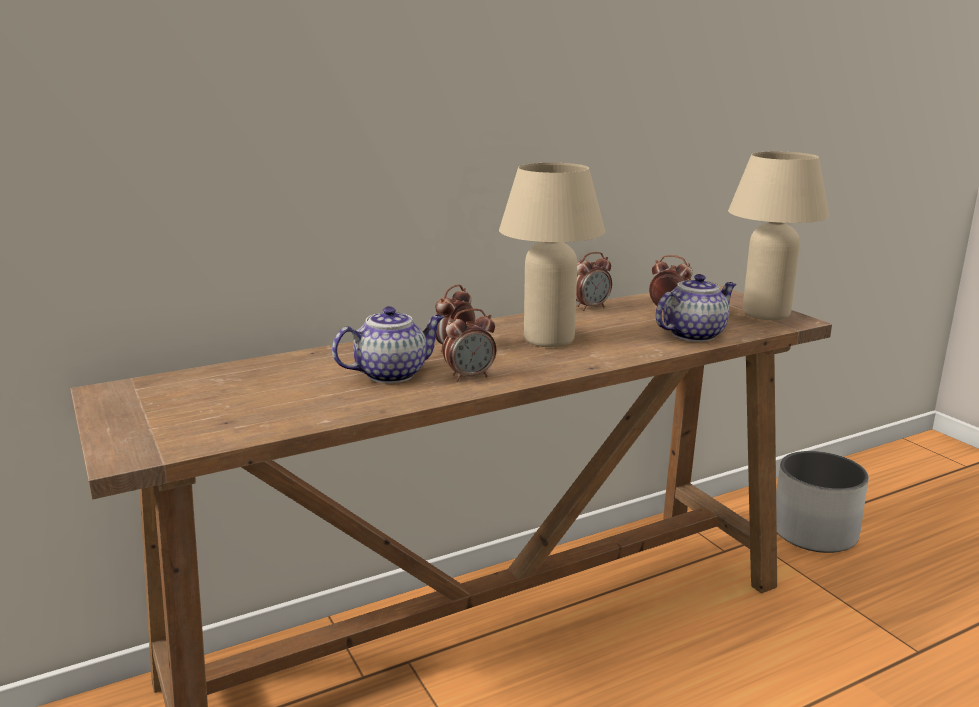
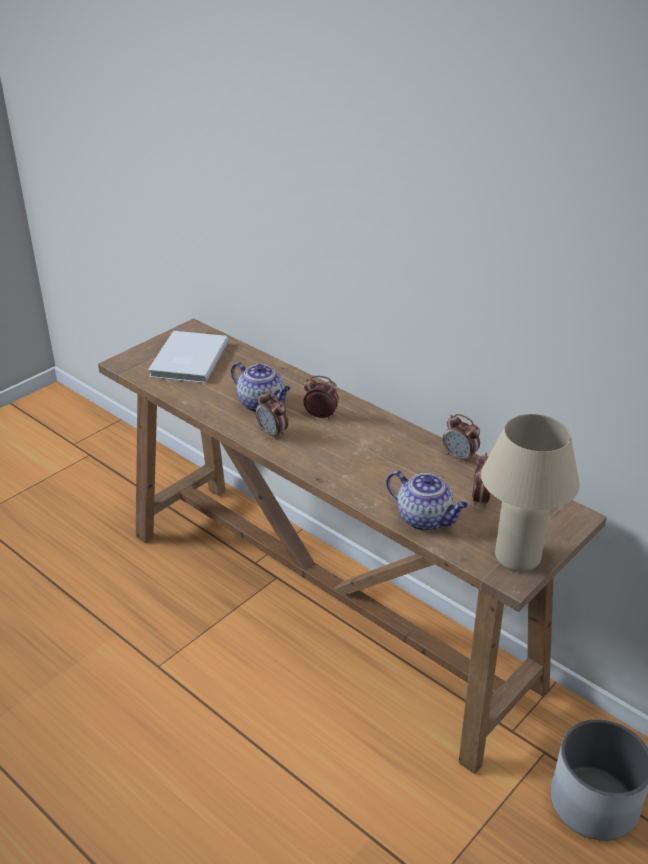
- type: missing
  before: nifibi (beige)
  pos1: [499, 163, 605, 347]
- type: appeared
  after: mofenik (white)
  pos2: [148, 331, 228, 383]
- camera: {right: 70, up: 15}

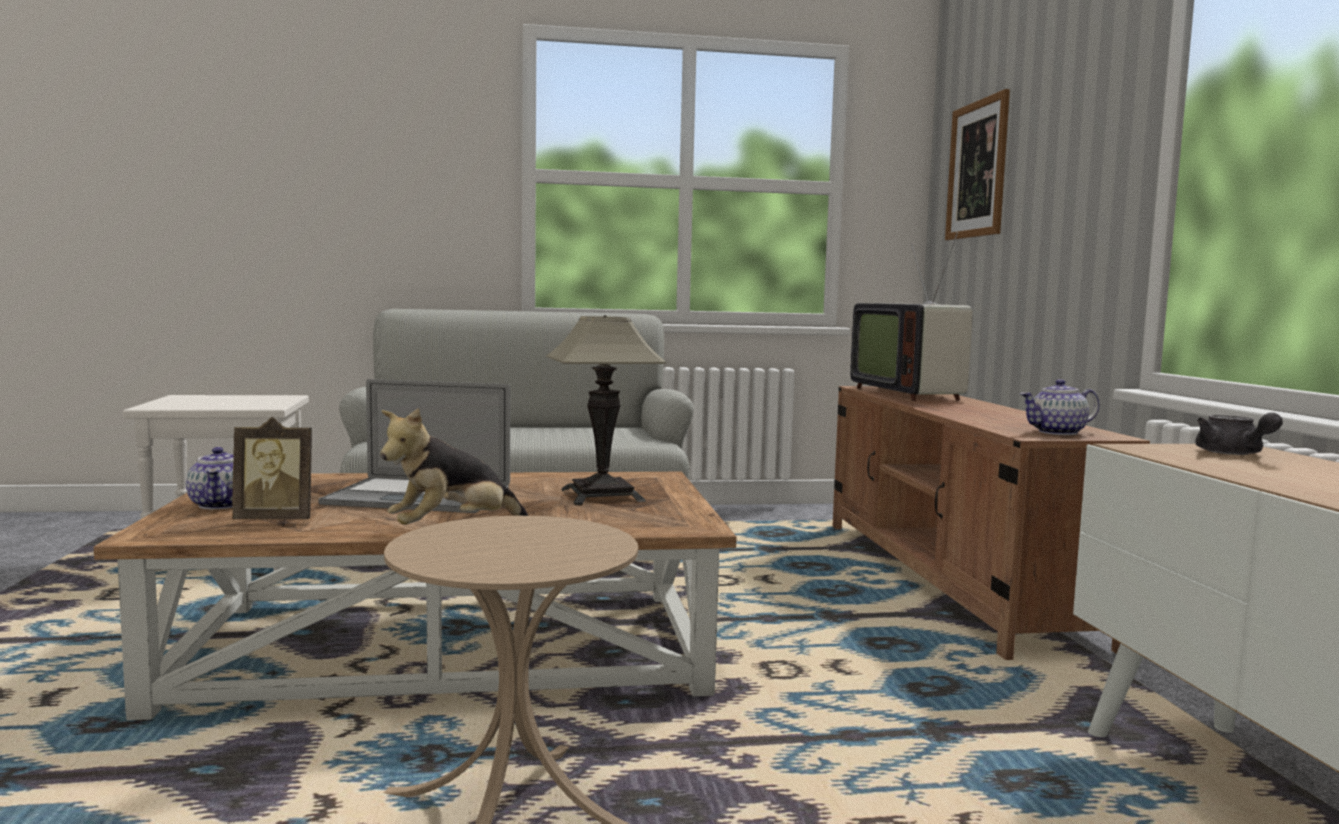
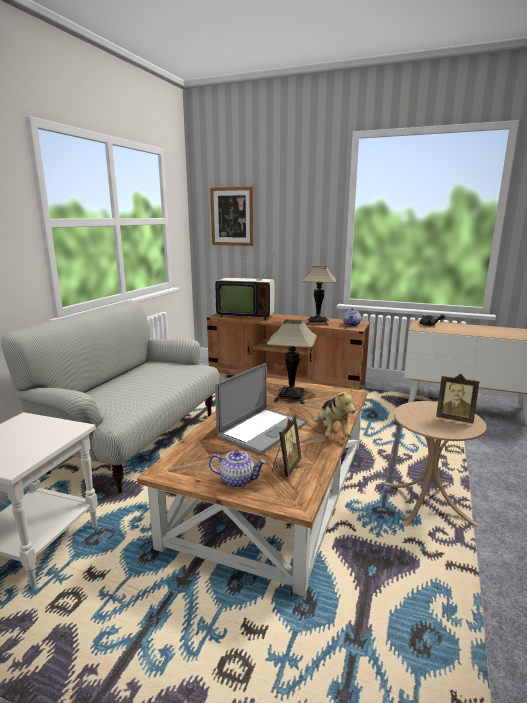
- type: appeared
  after: nifibi
  pos2: [303, 266, 336, 325]
- type: appeared
  after: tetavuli
  pos2: [436, 374, 480, 423]
- camera: {right: -60, up: 10}

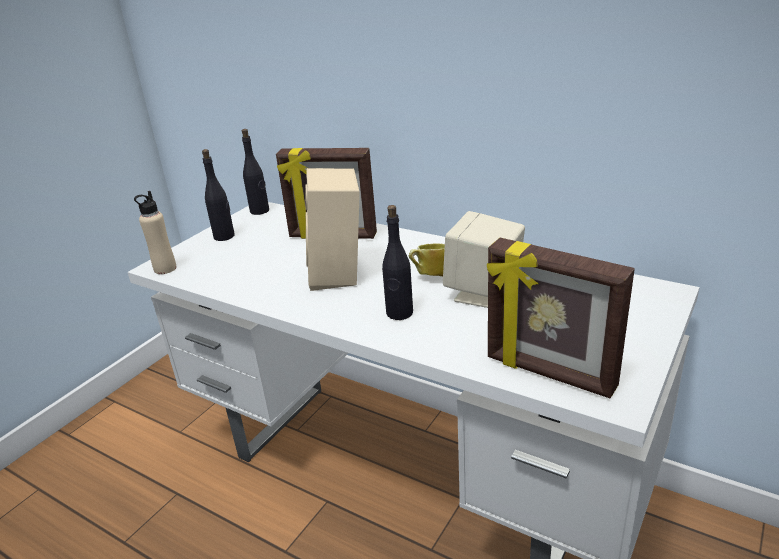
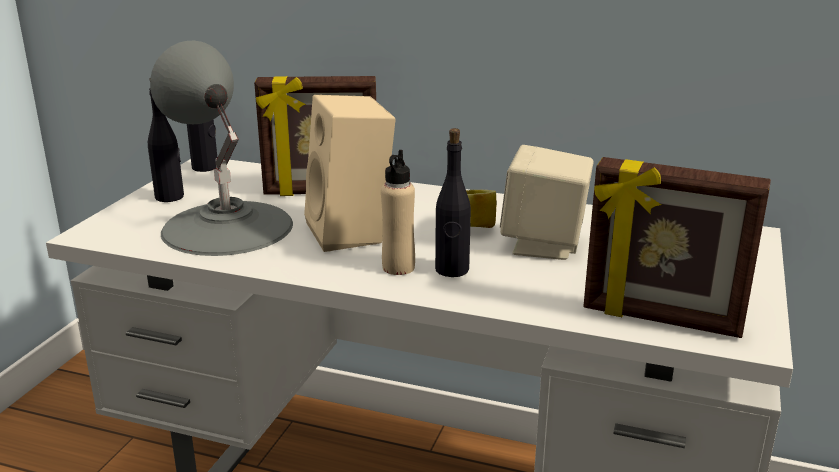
- type: relocated
  before: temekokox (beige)
  pos1: [134, 191, 176, 274]
  pos2: [381, 150, 415, 275]
- type: appeared
  after: nifibi (grey)
  pos2: [150, 41, 293, 256]
- camera: {right: -15, up: -5}

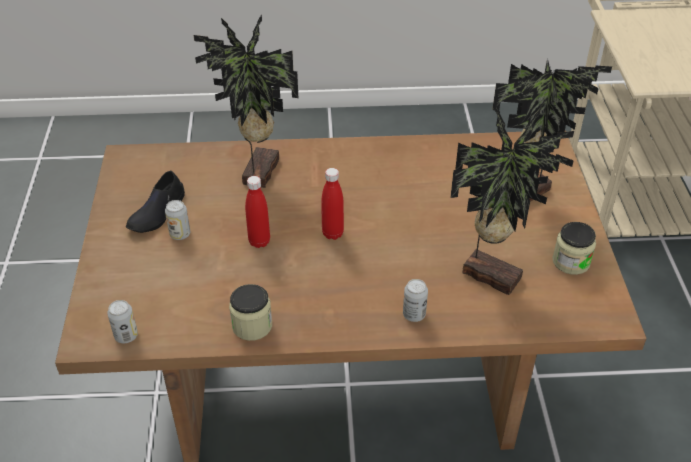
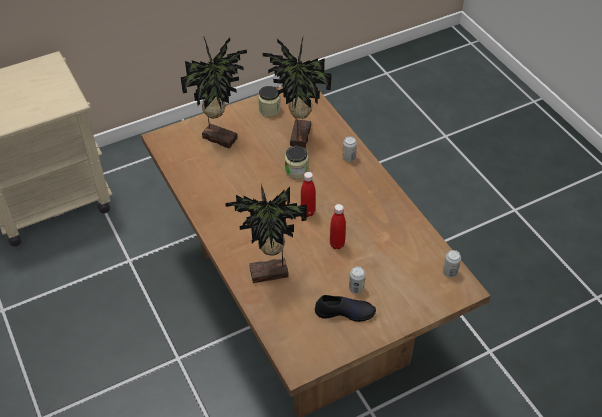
- type: relocated
  before: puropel
  pos1: [229, 284, 272, 341]
  pos2: [285, 146, 309, 179]
- camera: {right: -115, up: 5}

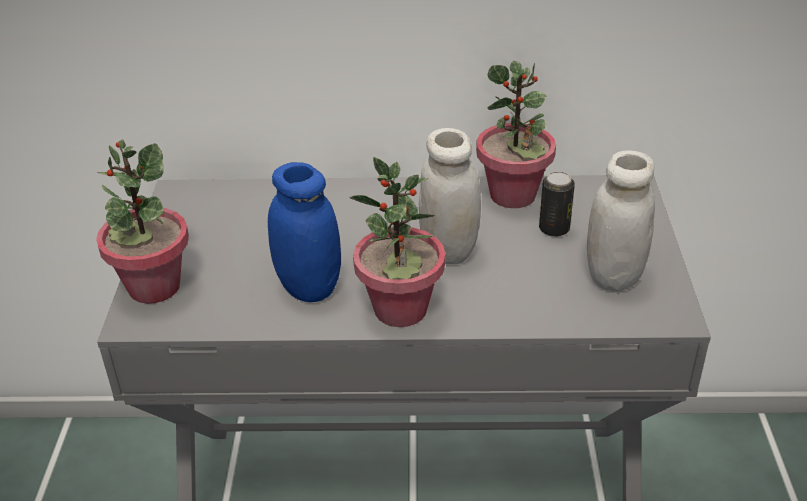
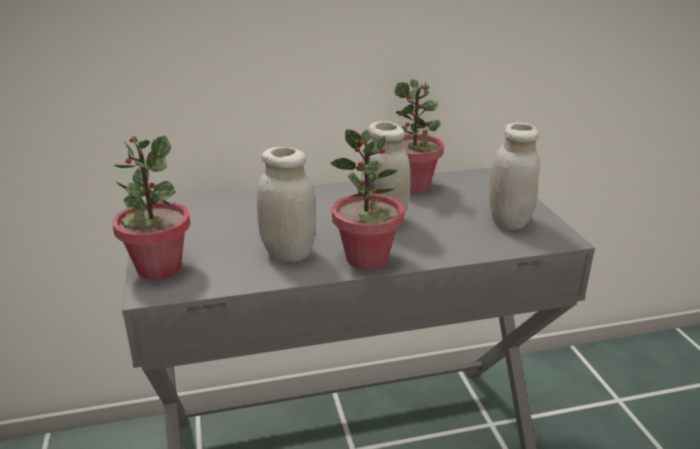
- type: colour
  before: puropel (blue)
  after: puropel (white)
  pos1: [268, 162, 341, 302]
  pos2: [257, 147, 316, 262]
- type: missing
  before: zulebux
  pos1: [539, 172, 575, 237]
- camera: {right: -15, up: -10}

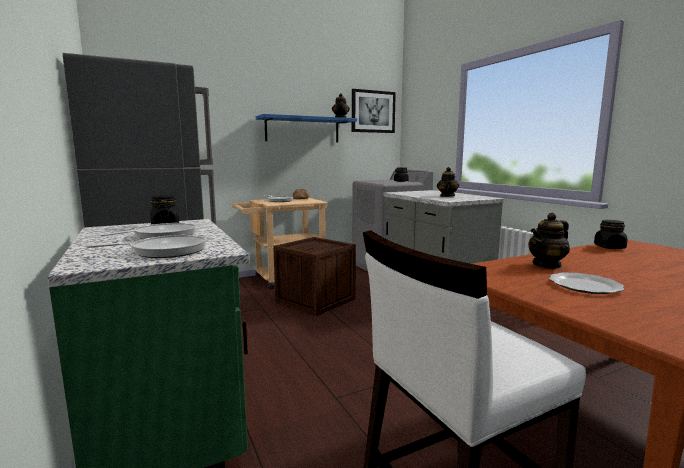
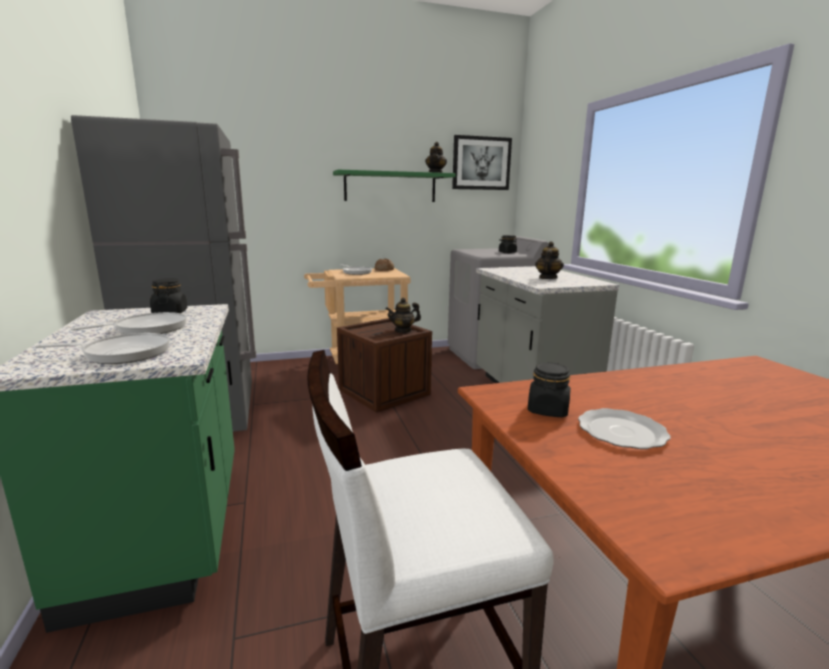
- type: colour
  before: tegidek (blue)
  after: tegidek (green)
  pos1: [256, 114, 357, 142]
  pos2: [333, 170, 456, 202]
- type: relocated
  before: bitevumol
  pos1: [528, 212, 570, 269]
  pos2: [386, 298, 421, 333]
- type: relocated
  before: puropel (black)
  pos1: [594, 220, 628, 249]
  pos2: [528, 362, 571, 417]
- camera: {right: 10, up: 5}

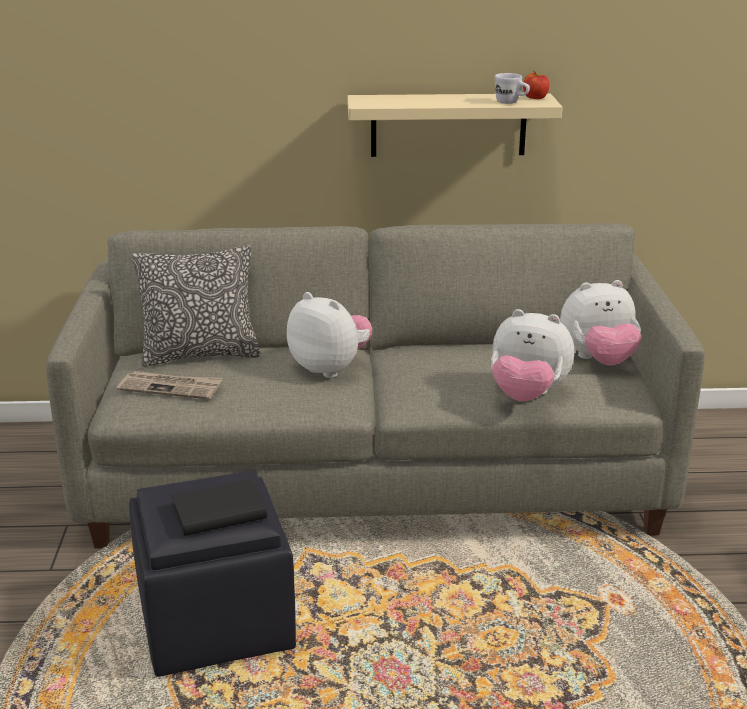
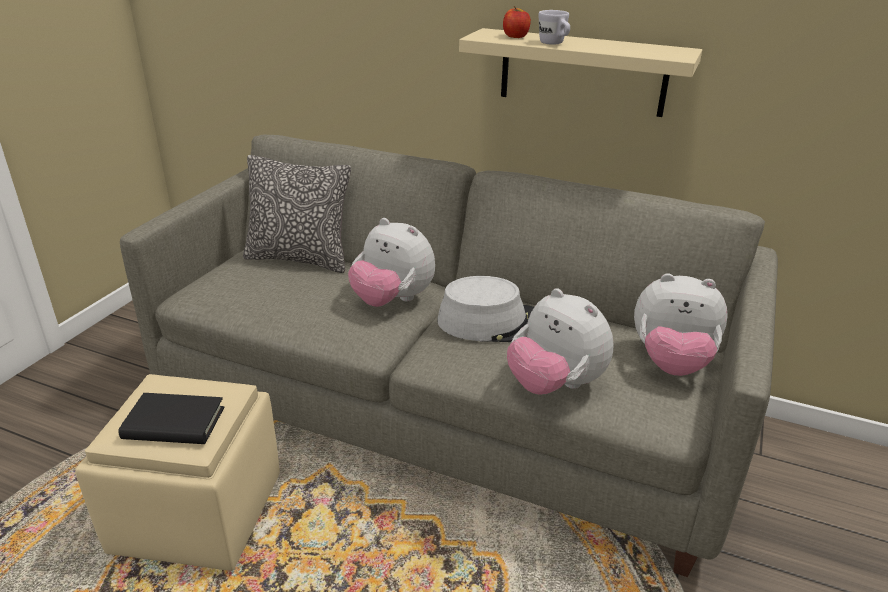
- type: missing
  before: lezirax
  pos1: [117, 371, 223, 399]
- type: colour
  before: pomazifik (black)
  after: pomazifik (beige)
  pos1: [129, 471, 296, 677]
  pos2: [75, 374, 280, 571]
- type: spun
  before: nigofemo
  pos1: [287, 292, 372, 378]
  pos2: [348, 218, 435, 307]
  turn: 150
- type: relocated
  before: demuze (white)
  pos1: [495, 73, 530, 104]
  pos2: [539, 10, 570, 45]
- type: relocated
  before: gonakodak
  pos1: [523, 71, 549, 99]
  pos2: [503, 6, 531, 38]
- type: appeared
  after: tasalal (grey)
  pos2: [437, 276, 534, 342]
- camera: {right: 25, up: 5}

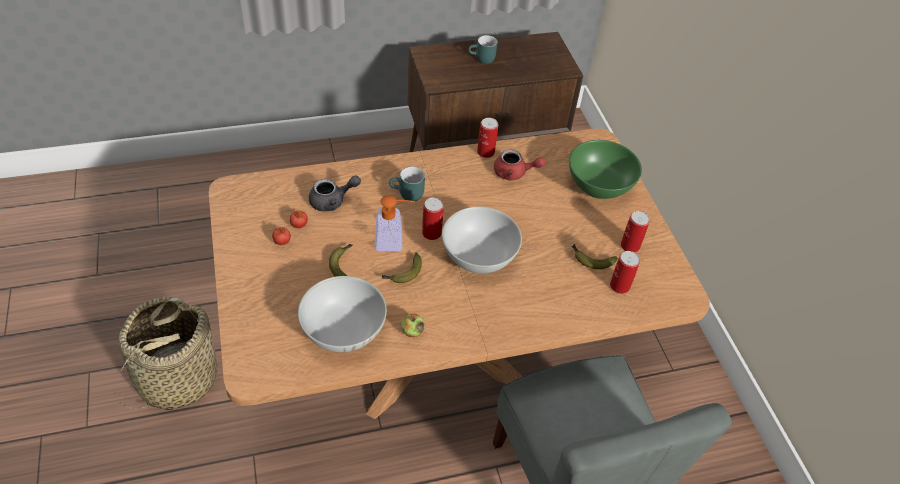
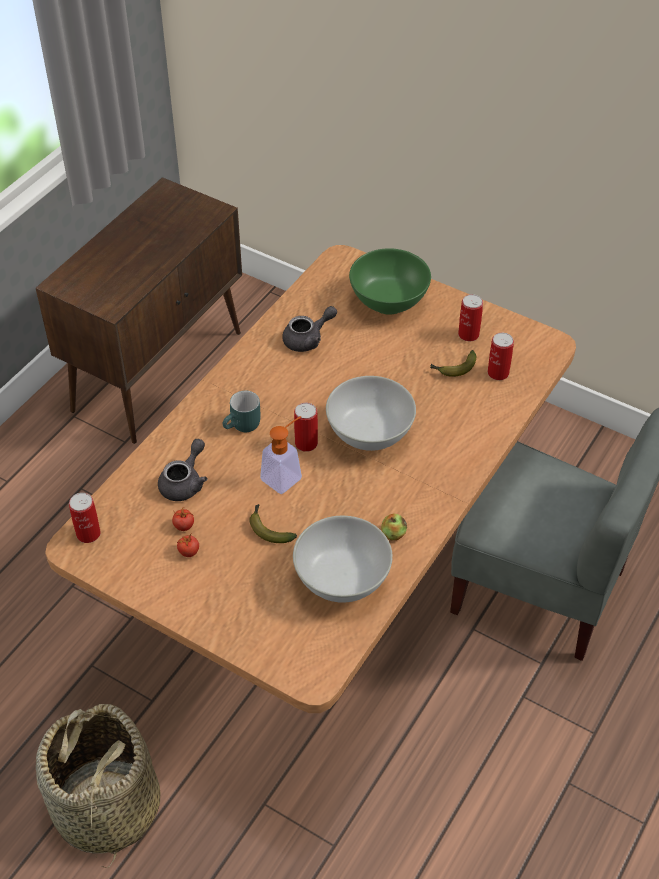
- type: missing
  before: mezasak
  pos1: [382, 253, 422, 283]
- type: missing
  before: demuze (turquoise)
  pos1: [468, 35, 497, 64]
- type: relocated
  before: zulebux
  pos1: [477, 118, 498, 158]
  pos2: [69, 493, 101, 543]
- type: colour
  before: bitevumol (red)
  after: bitevumol (grey)
  pos1: [494, 149, 546, 180]
  pos2: [282, 306, 337, 352]
- camera: {right: -40, up: 0}

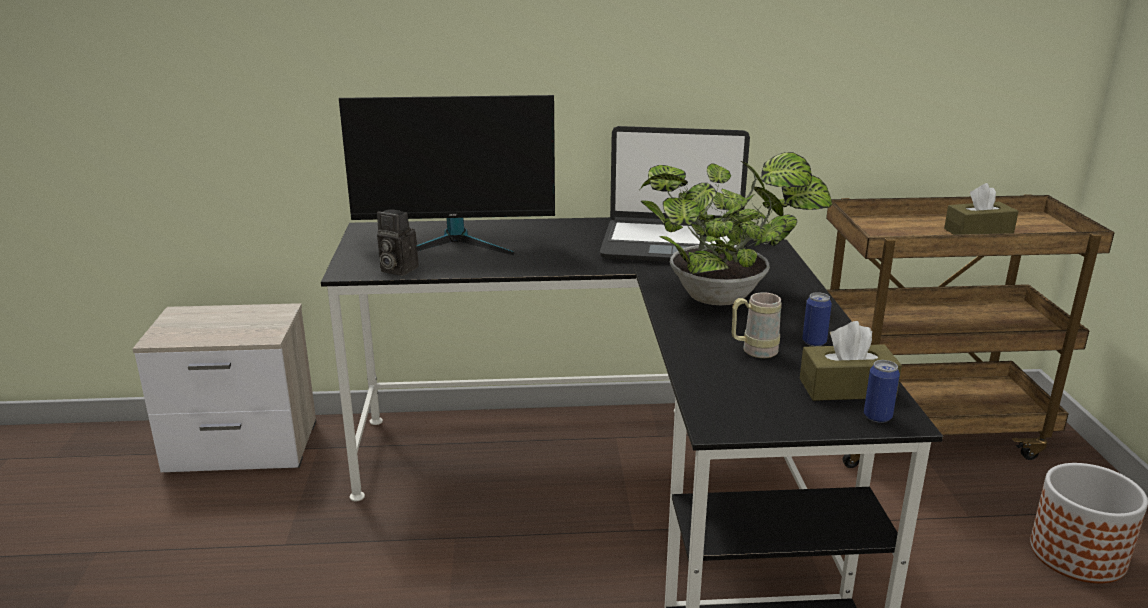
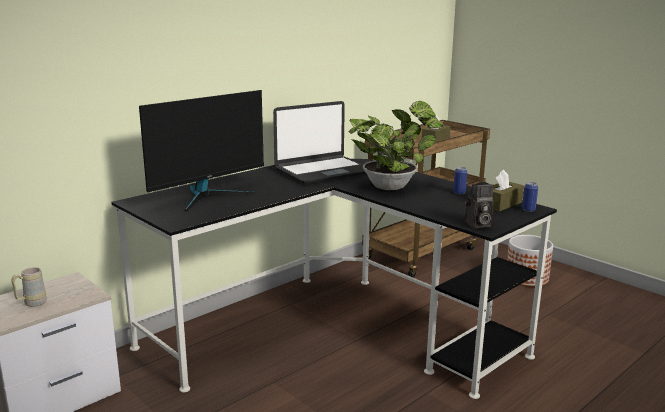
- type: relocated
  before: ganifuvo
  pos1: [377, 209, 419, 276]
  pos2: [464, 182, 494, 228]
- type: relocated
  before: demuze (beige)
  pos1: [731, 292, 782, 358]
  pos2: [11, 267, 47, 307]
- camera: {right: -40, up: -5}

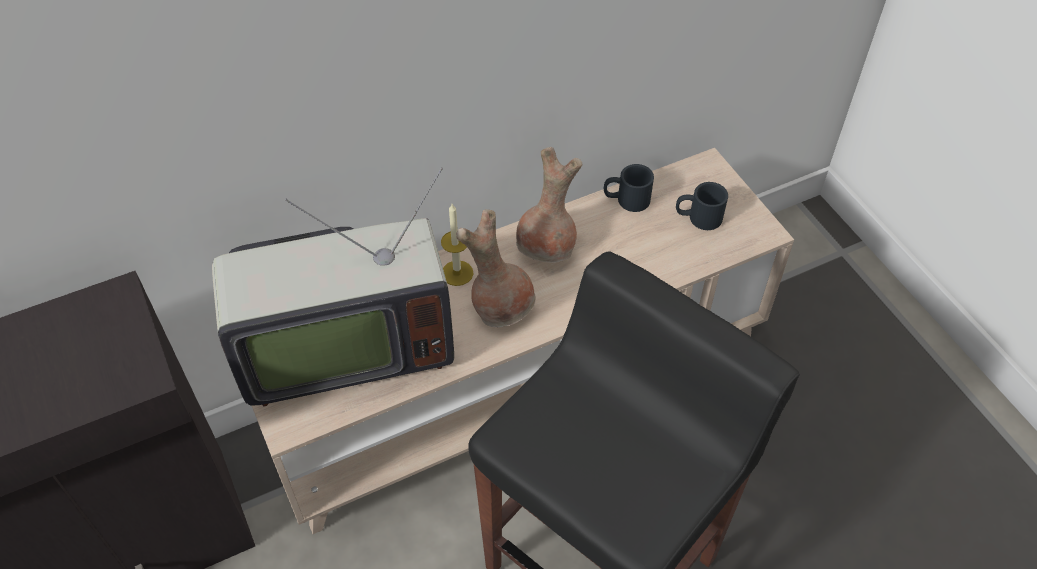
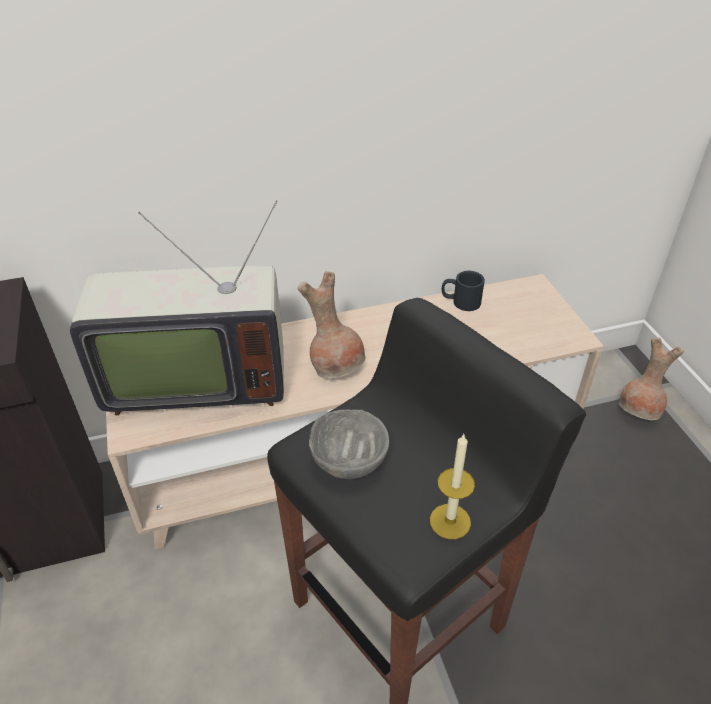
- type: relocated
  before: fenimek
  pos1: [441, 204, 473, 286]
  pos2: [430, 434, 475, 539]
- type: relocated
  before: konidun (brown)
  pos1: [516, 147, 582, 263]
  pos2: [619, 337, 684, 420]
- type: missing
  before: demuze (black)
  pos1: [676, 182, 728, 230]
- type: appeared
  after: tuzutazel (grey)
  pos2: [309, 410, 389, 479]
- camera: {right: 10, up: -10}

